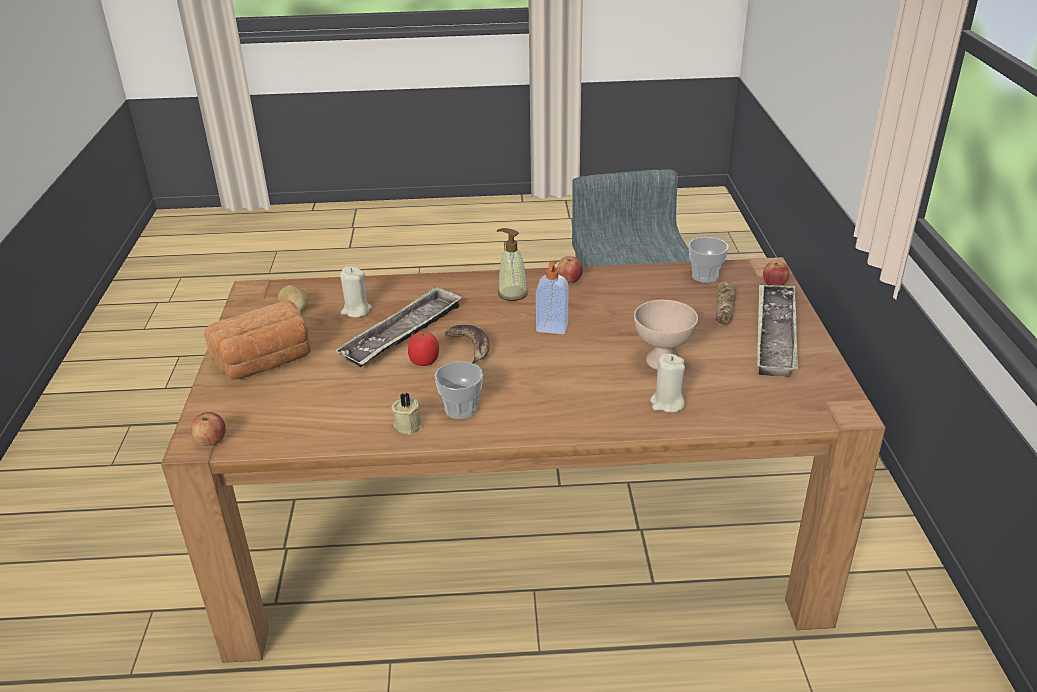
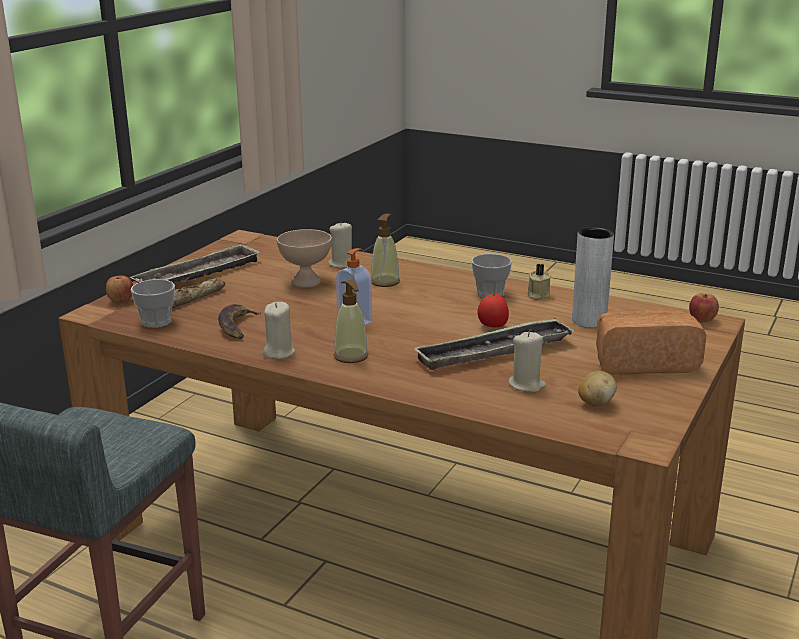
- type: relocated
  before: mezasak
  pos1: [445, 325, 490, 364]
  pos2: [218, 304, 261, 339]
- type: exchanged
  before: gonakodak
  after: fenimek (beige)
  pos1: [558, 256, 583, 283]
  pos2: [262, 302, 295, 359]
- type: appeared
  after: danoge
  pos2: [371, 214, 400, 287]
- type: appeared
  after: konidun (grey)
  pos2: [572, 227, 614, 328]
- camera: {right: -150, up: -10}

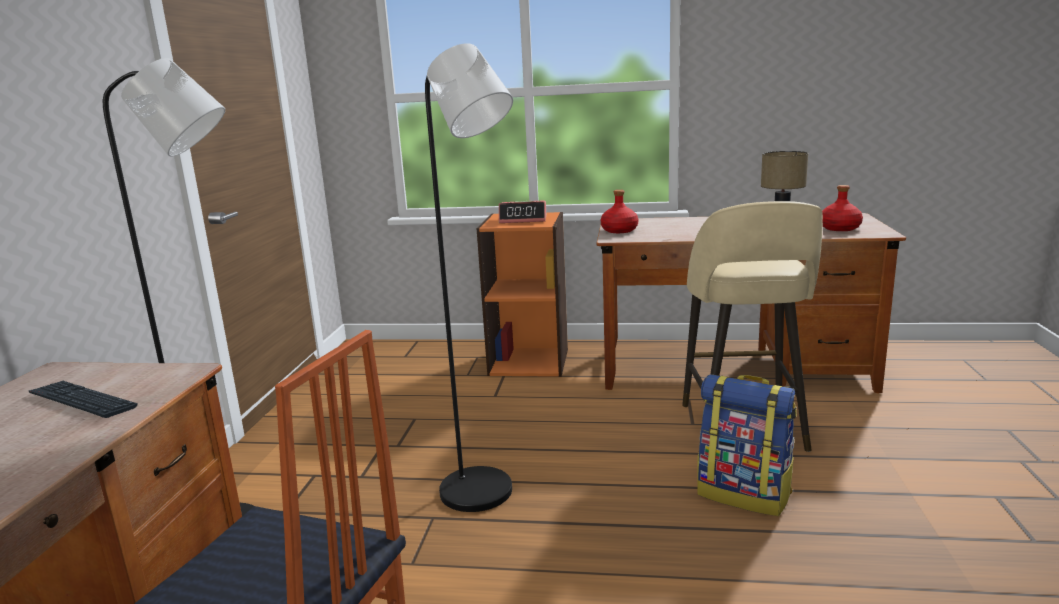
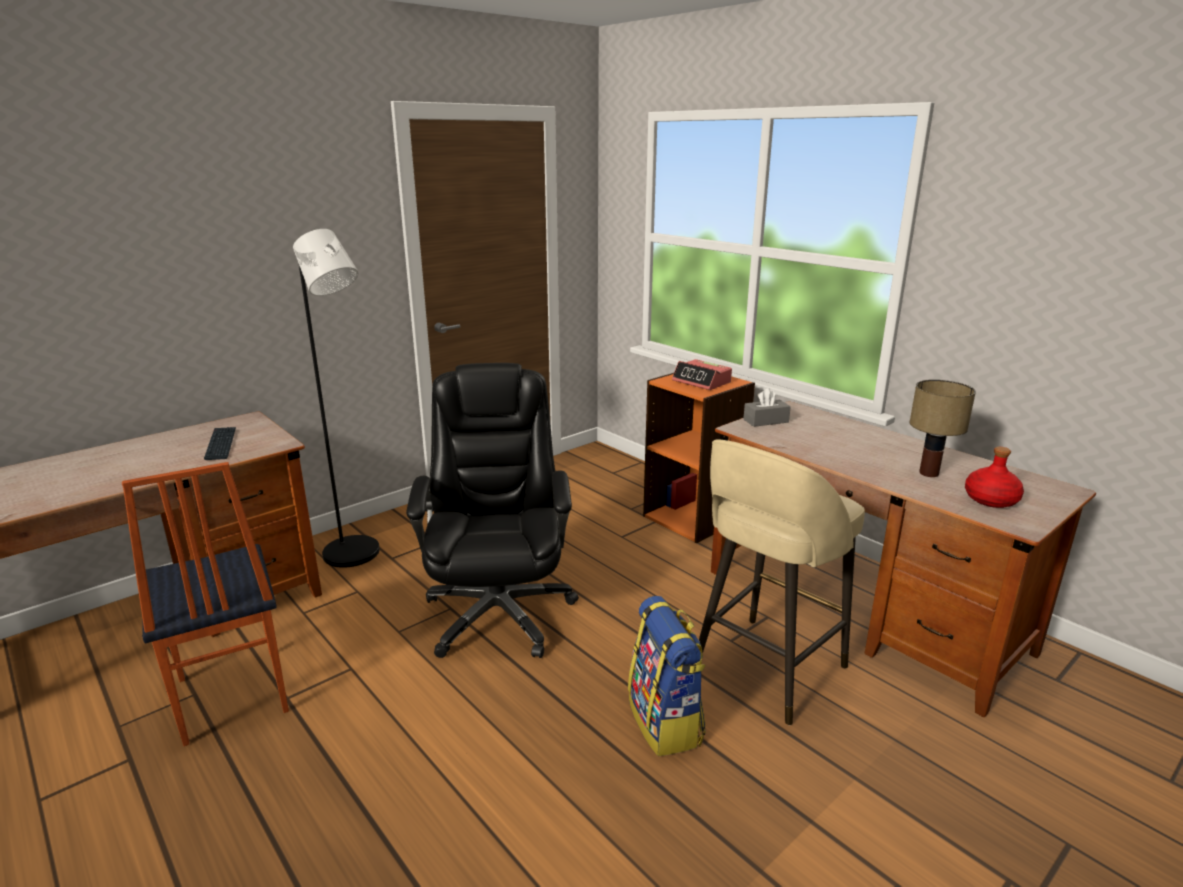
- type: exchanged
  before: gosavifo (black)
  after: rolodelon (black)
  pos1: [425, 43, 513, 512]
  pos2: [406, 363, 579, 658]
- type: exchanged
  before: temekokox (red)
  after: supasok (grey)
  pos1: [601, 190, 638, 233]
  pos2: [743, 388, 791, 427]
- camera: {right: 40, up: 5}

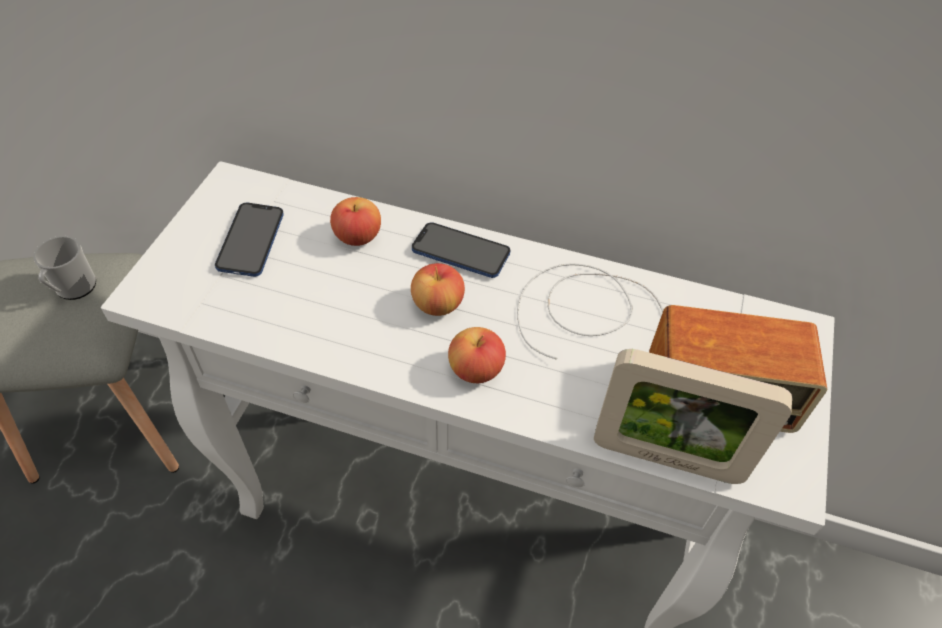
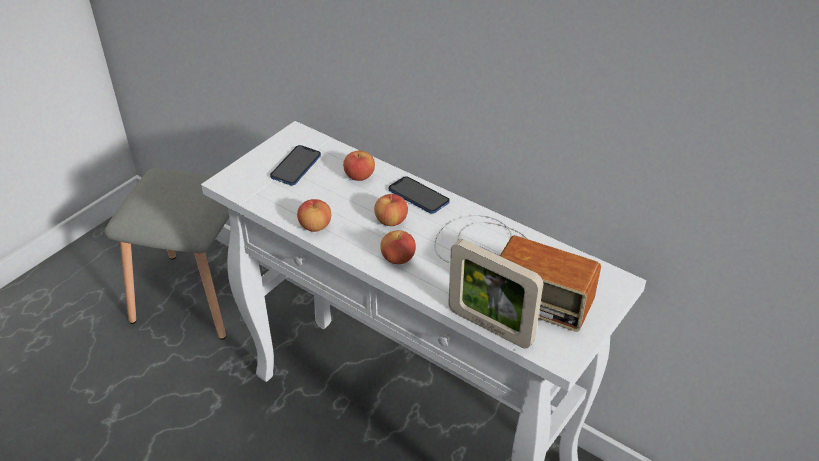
- type: missing
  before: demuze
  pos1: [33, 236, 96, 300]
- type: appeared
  after: gonakodak
  pos2: [297, 199, 331, 232]
- camera: {right: 20, up: -10}

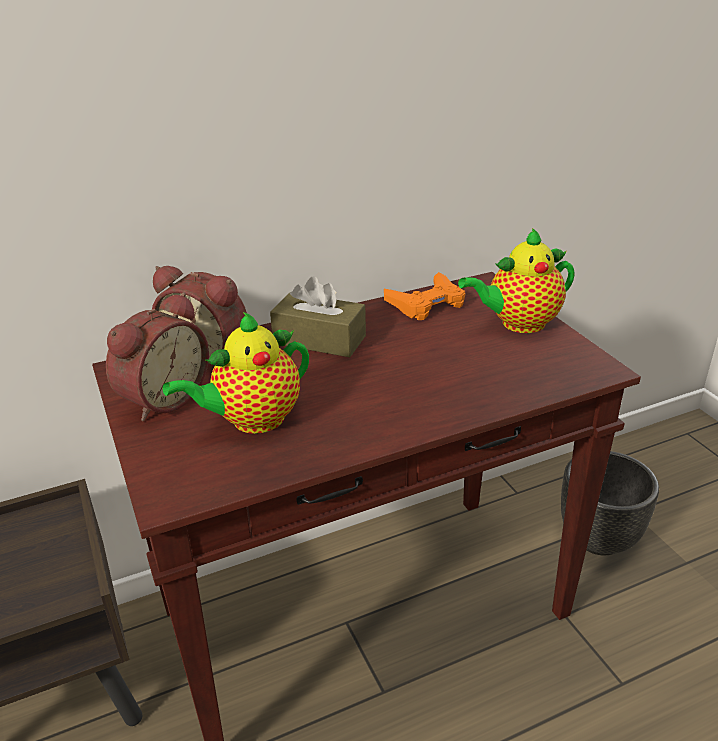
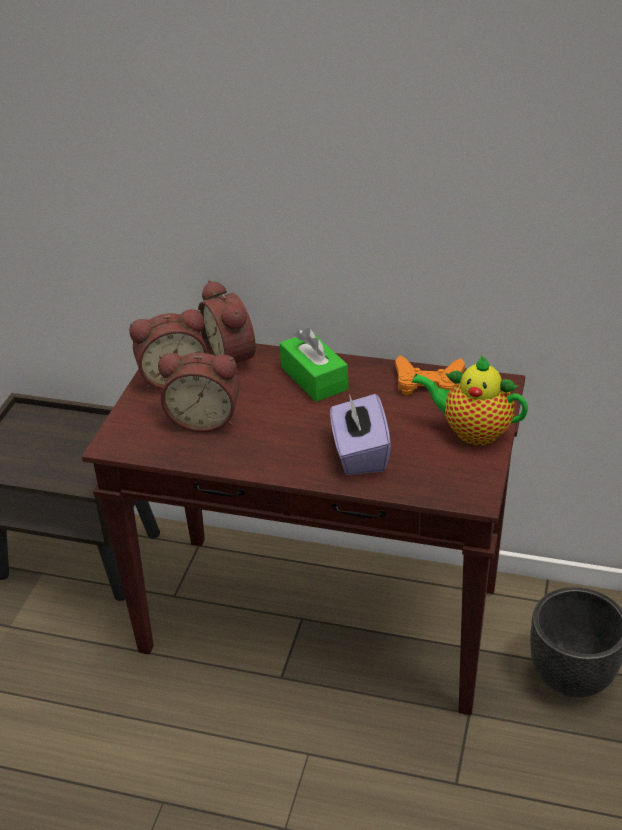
- type: exchanged
  before: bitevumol
  after: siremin
  pos1: [163, 312, 309, 434]
  pos2: [158, 353, 240, 432]
- type: colour
  before: supasok (brown)
  after: supasok (green)
  pos1: [270, 276, 366, 357]
  pos2: [280, 328, 348, 402]
- type: appeared
  after: supasok (purple)
  pos2: [330, 394, 391, 475]
- camera: {right: 40, up: 5}

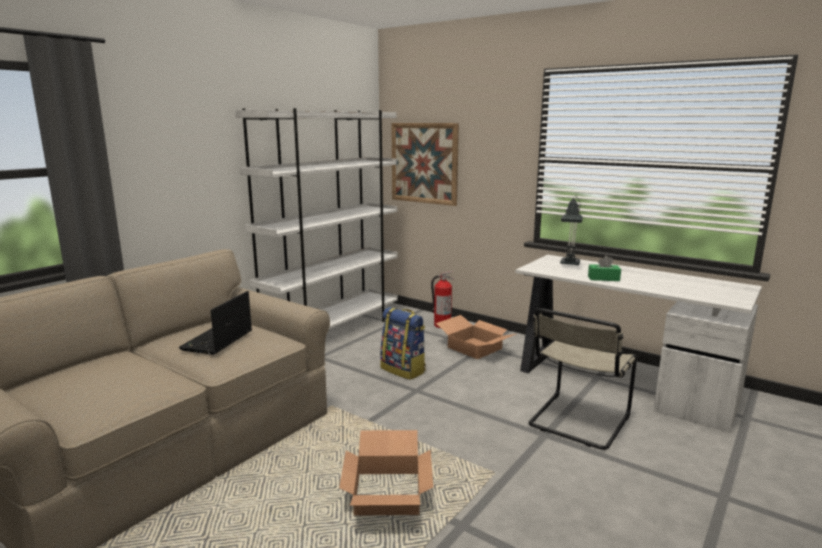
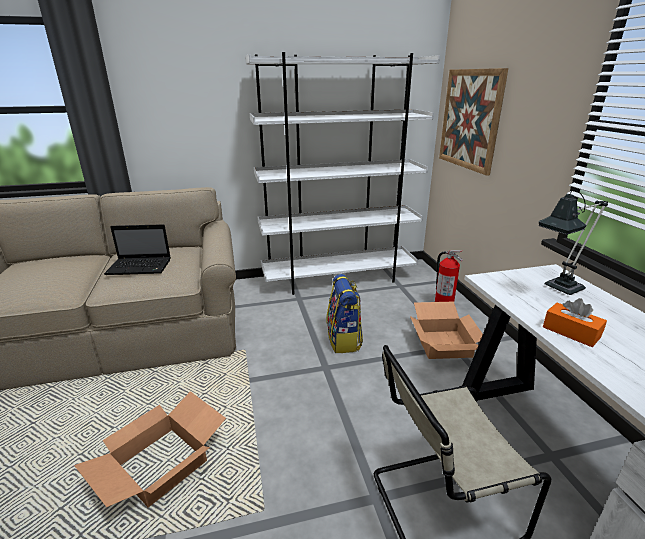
- type: spun
  before: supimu
  pos1: [179, 291, 252, 355]
  pos2: [104, 224, 171, 275]
  turn: -150
- type: colour
  before: supasok (green)
  after: supasok (orange)
  pos1: [588, 255, 621, 281]
  pos2: [543, 298, 607, 347]
- camera: {right: 40, up: 10}

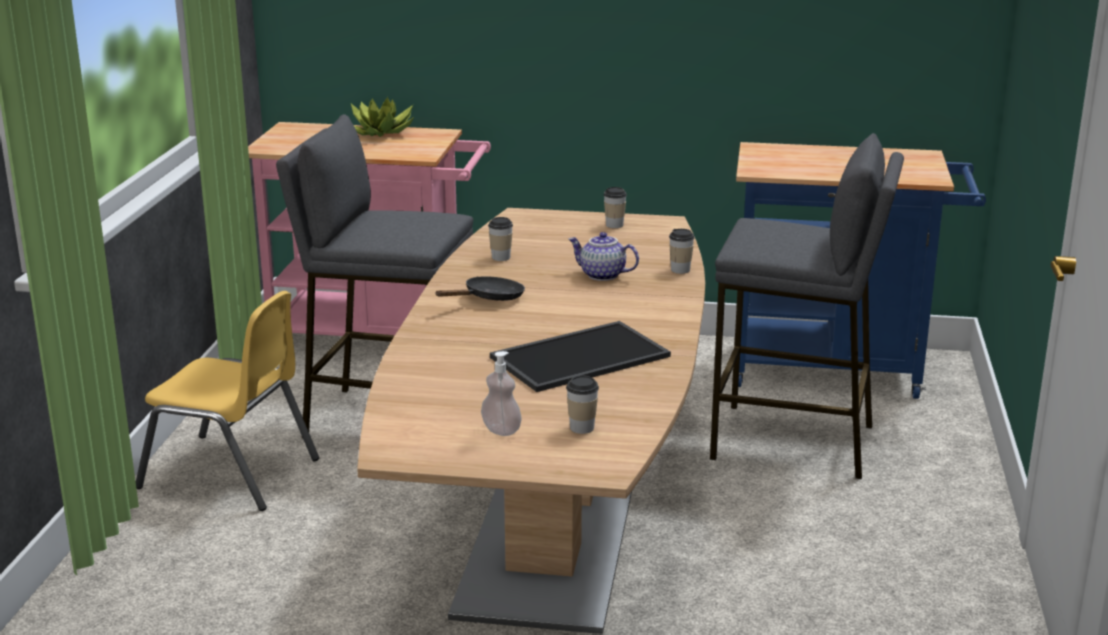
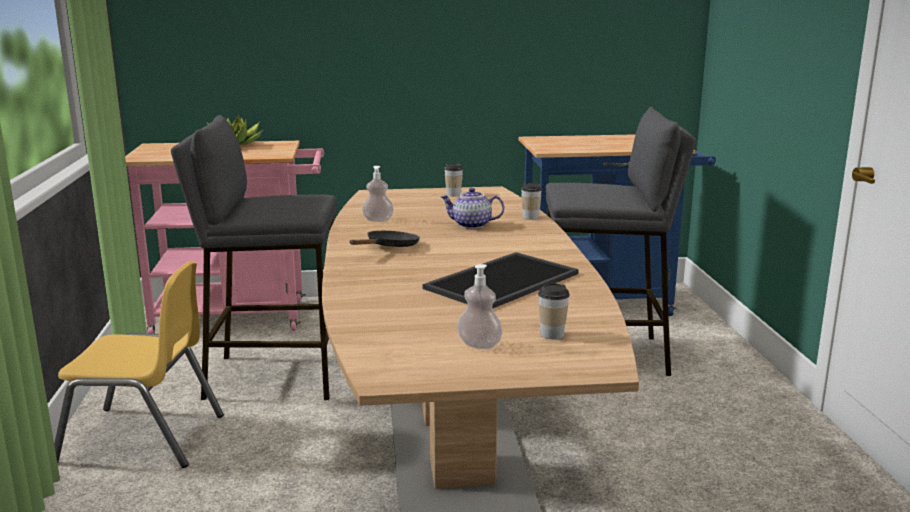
- type: exchanged
  before: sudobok
  after: danoge
  pos1: [488, 217, 513, 261]
  pos2: [362, 166, 394, 222]
- camera: {right: -15, up: -5}

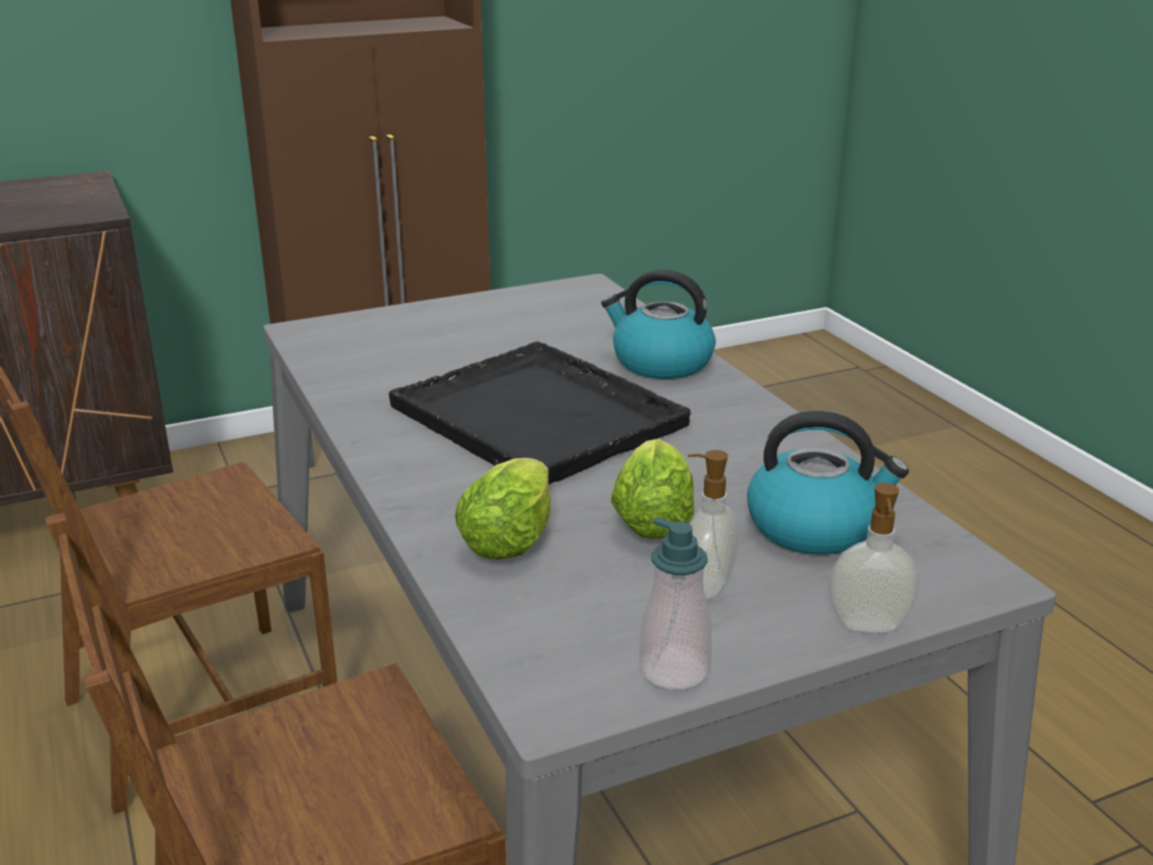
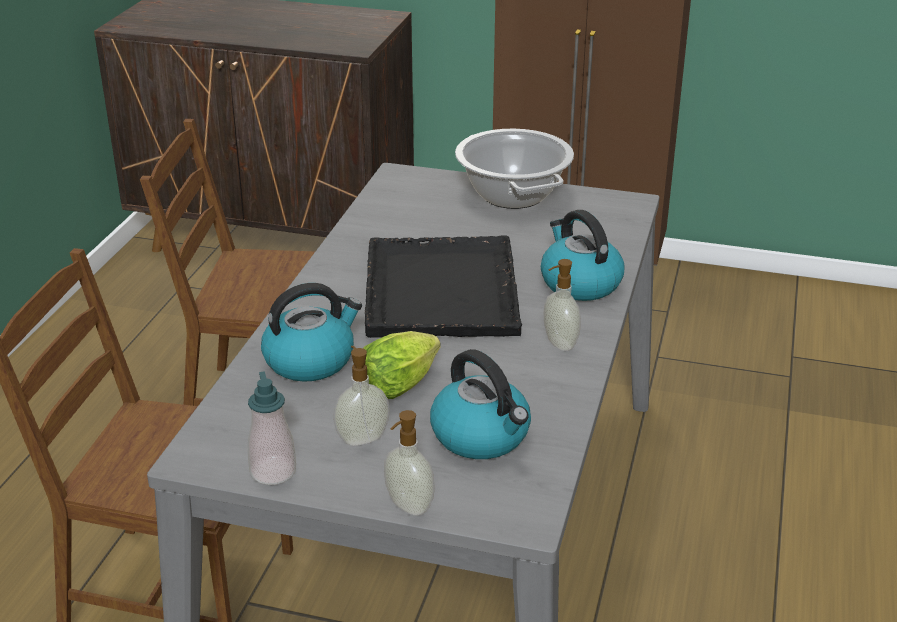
- type: exchanged
  before: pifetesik
  after: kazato
  pos1: [455, 458, 551, 559]
  pos2: [261, 283, 362, 382]
- type: appeared
  after: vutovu
  pos2: [455, 129, 574, 209]
- type: appeared
  after: danoge
  pos2: [544, 259, 581, 351]
- camera: {right: 40, up: 5}

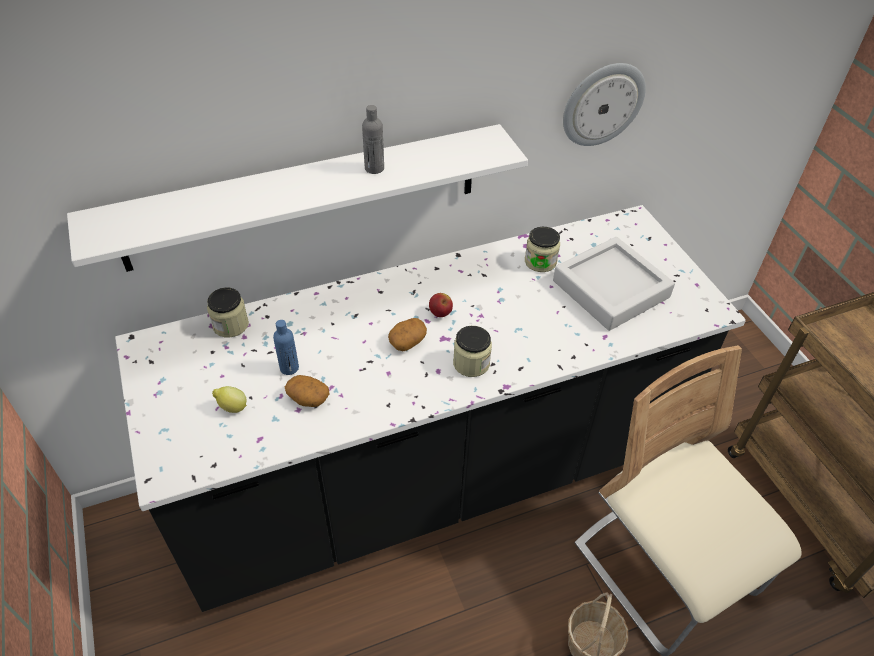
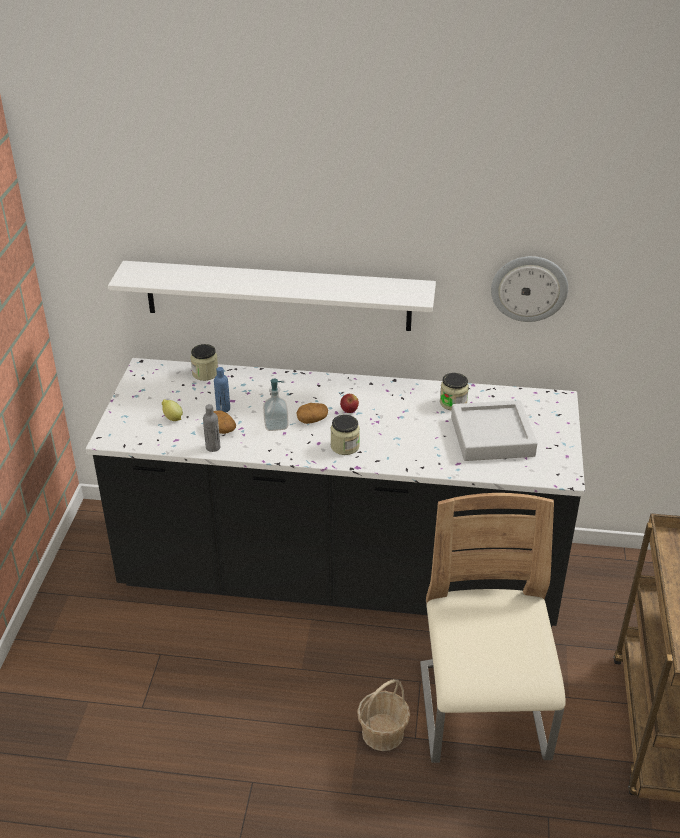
- type: relocated
  before: temekokox (grey)
  pos1: [362, 105, 384, 174]
  pos2: [203, 404, 220, 452]
- type: appeared
  after: danoge
  pos2: [263, 379, 289, 431]
- camera: {right: 30, up: -10}

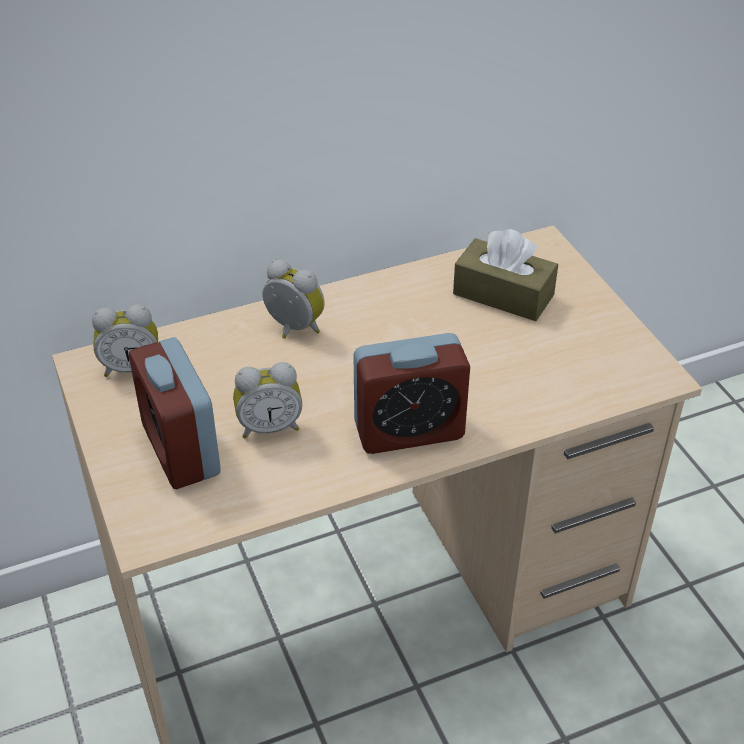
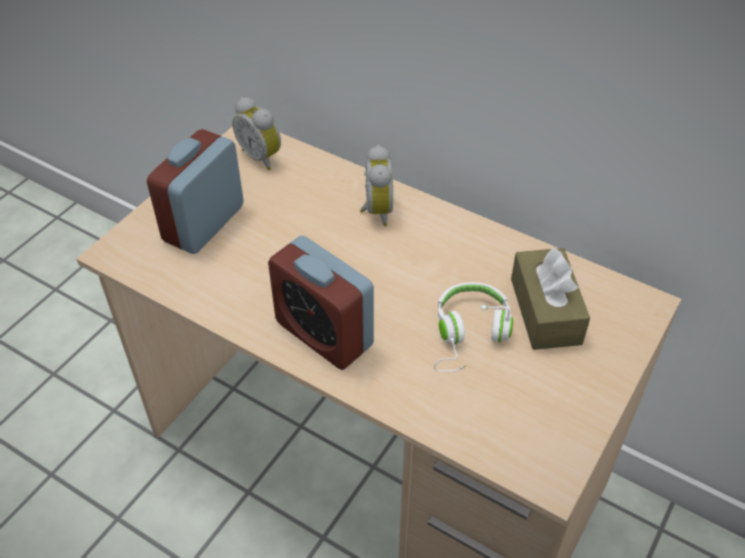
- type: missing
  before: siremin
  pos1: [233, 362, 302, 439]
- type: appeared
  after: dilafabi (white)
  pos2: [434, 282, 513, 372]
- camera: {right: 55, up: 5}

